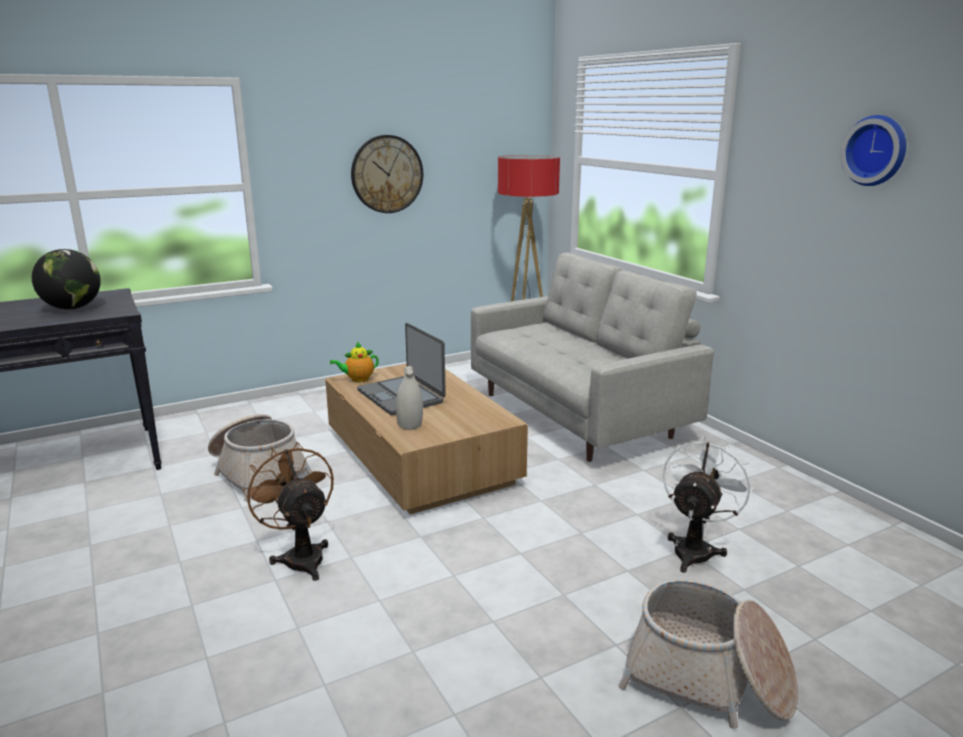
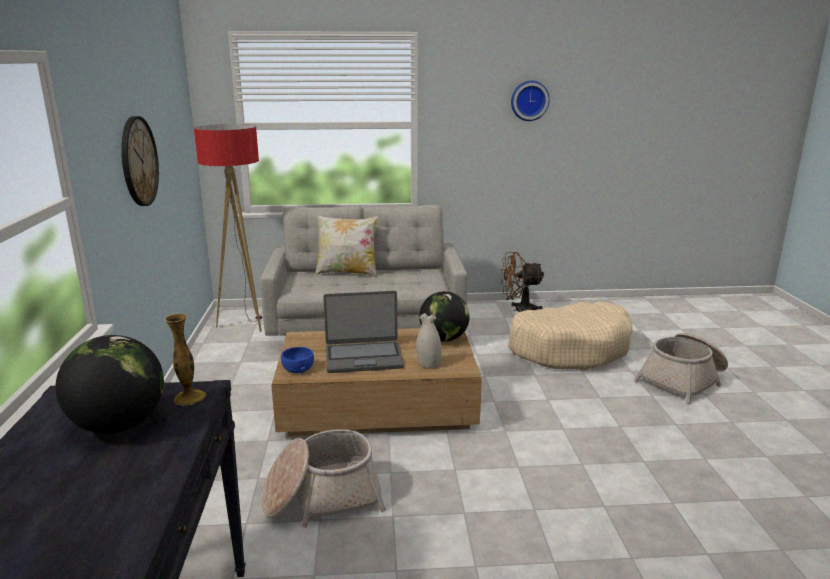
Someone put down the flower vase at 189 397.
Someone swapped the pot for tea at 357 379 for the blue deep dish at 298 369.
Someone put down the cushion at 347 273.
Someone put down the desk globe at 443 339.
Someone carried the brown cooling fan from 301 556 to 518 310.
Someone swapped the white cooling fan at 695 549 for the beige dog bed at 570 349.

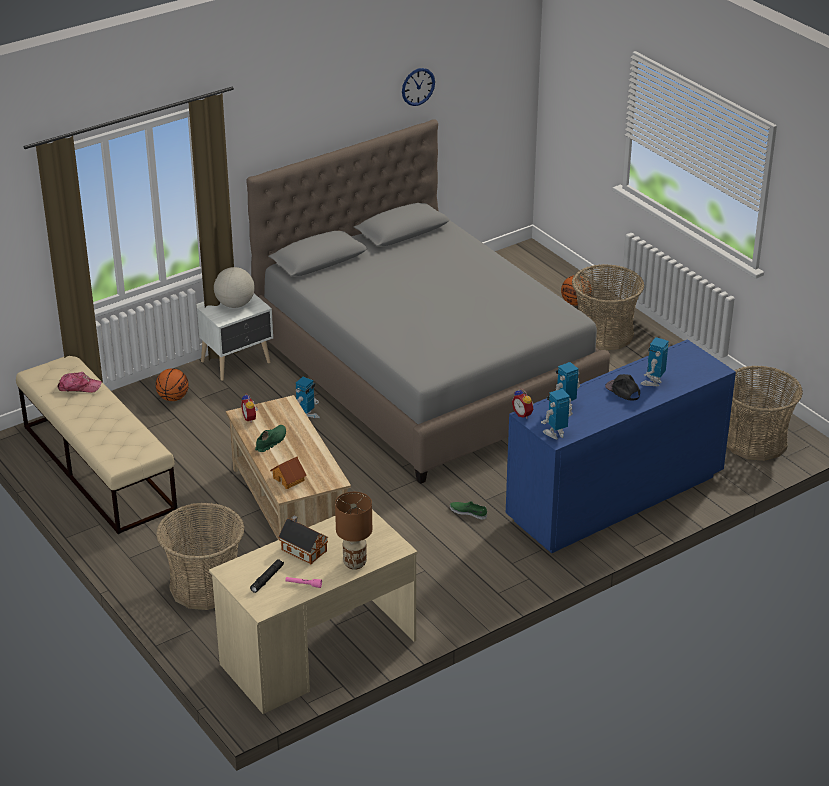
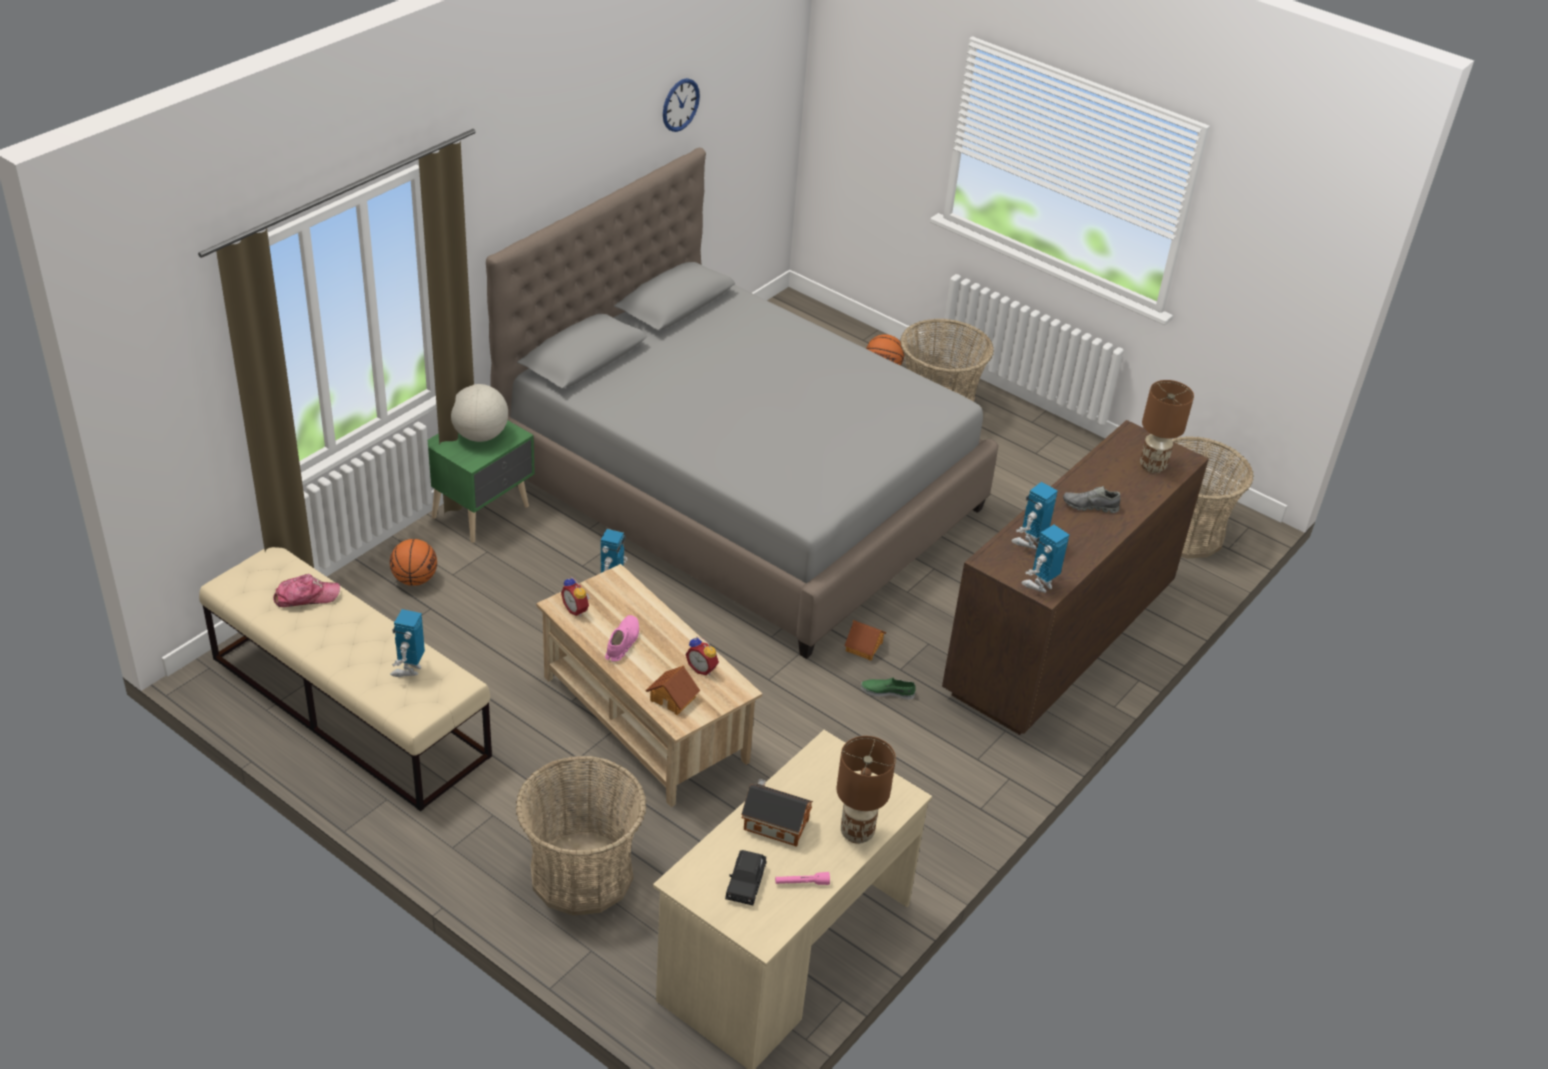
Someone carried the toy robot from 653 382 to 409 669.
Someone repainted the white nightstand at 237 362, which became the green nightstand at 483 512.
Someone repainted the green low shoe at 271 442, which became the pink low shoe at 622 643.
Someone carried the bedside clock from 523 414 to 703 668.
Someone swapped the black-coloured torch at 267 578 for the black-coloured toy car at 745 883.
Someone put down the toy house at 864 647.
Someone repainted the blue dresser at 613 499, which became the brown dresser at 1058 641.
Someone swapped the black-coloured peaked cap at 623 391 for the gray low shoe at 1089 506.
Someone put down the brown tabletop lamp at 1152 466.

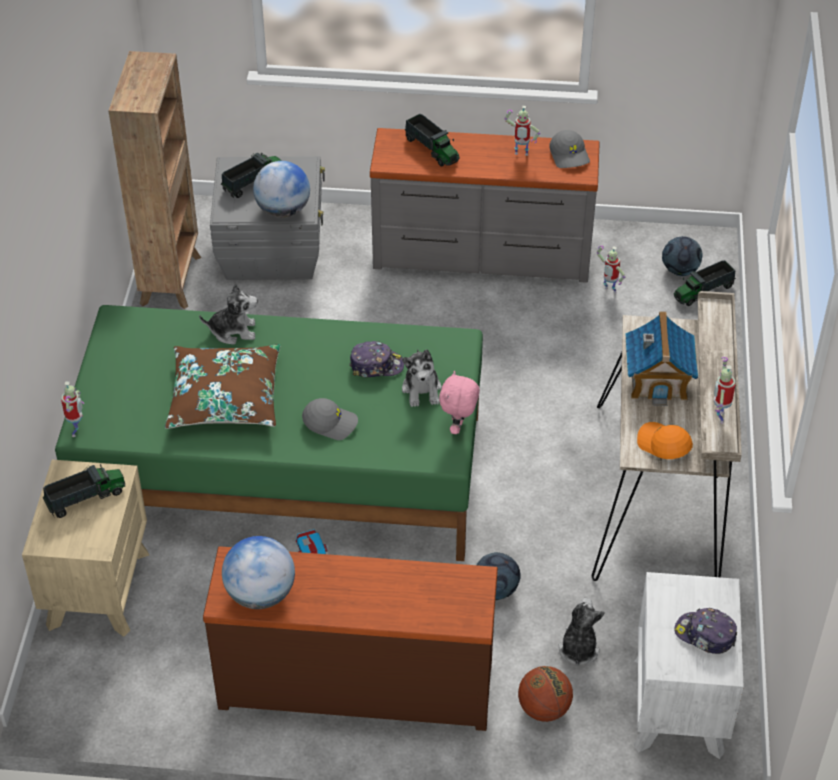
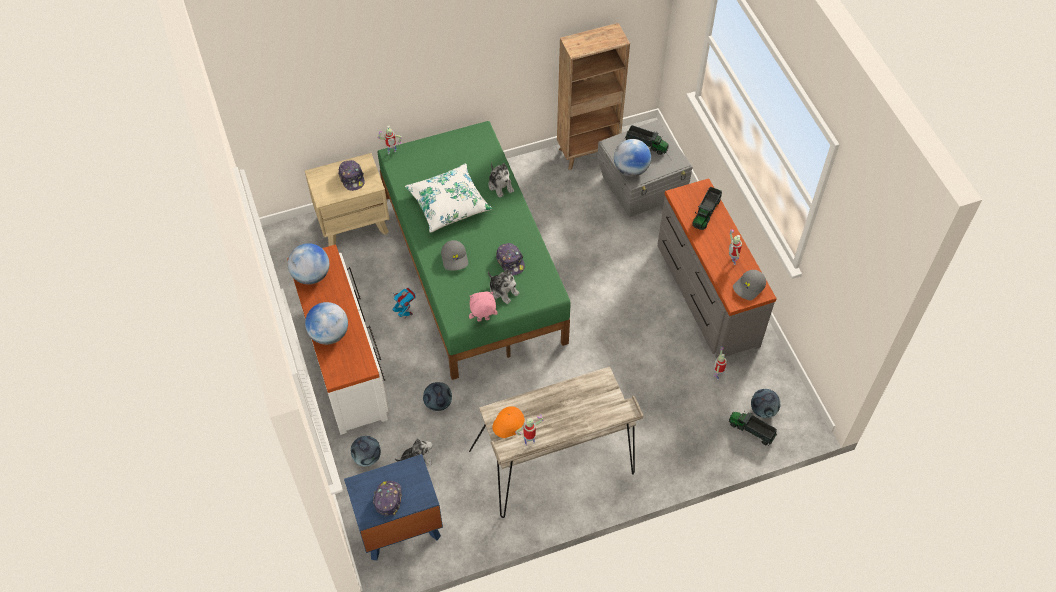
Someone repainted the brown dresser at 356 682, which became the white dresser at 345 361.
Someone put down the desk globe at 329 334.
Someone swapped the toy truck at 85 498 for the peaked cap at 352 178.
Someone repainted the white nightstand at 679 706, which became the blue nightstand at 398 526.
Someone swapped the ball for basketball at 544 708 for the football ball at 367 457.
Someone repainted the brown cushion at 225 397, which became the white cushion at 448 203.
Someone rotated the cuddly toy at 422 390 by 105 degrees counterclockwise.
Someone took away the toy house at 658 379.

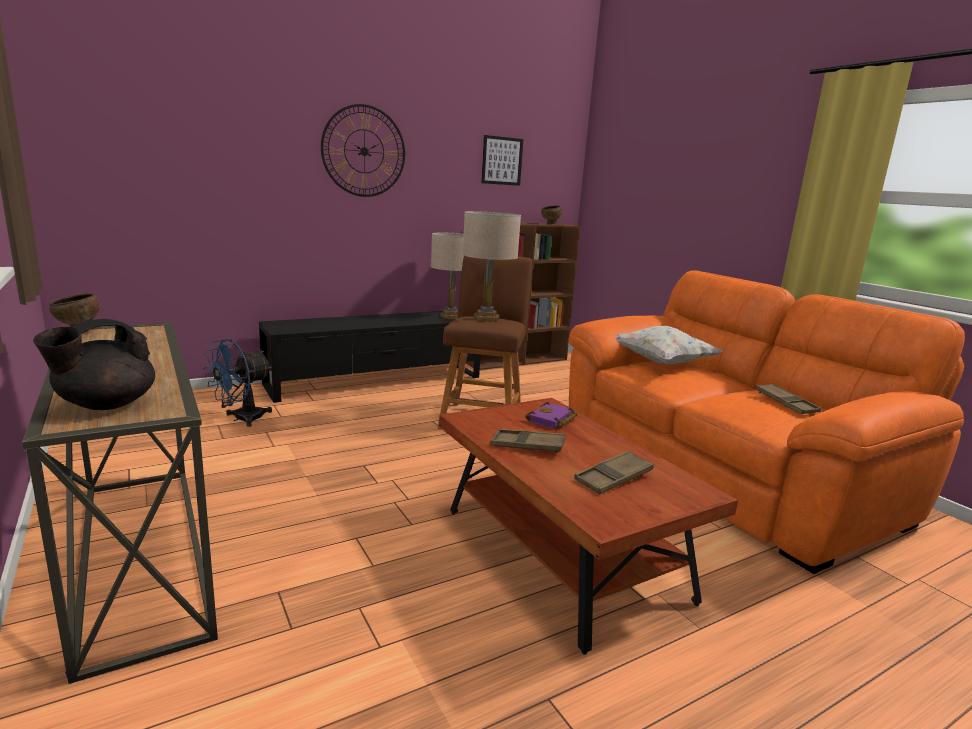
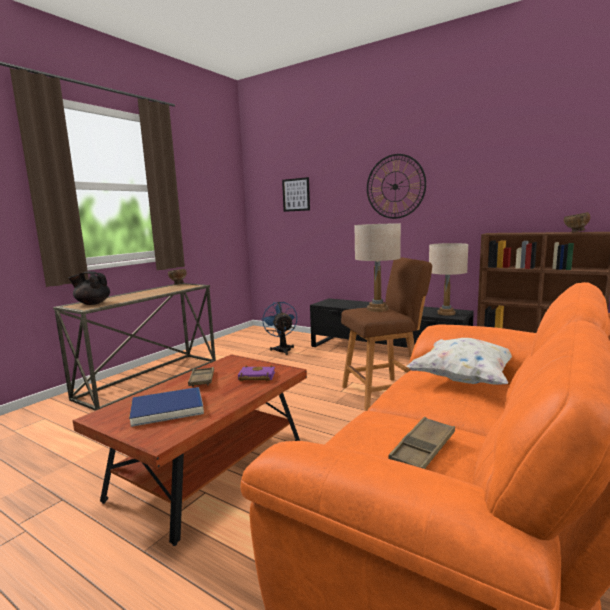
Someone swapped the brown carrying tray at 613 478 for the blue book at 167 409.
Someone rotated the blue cooling fan at 241 419 by 60 degrees clockwise.
Someone carried the wall art from 502 161 to 296 194.

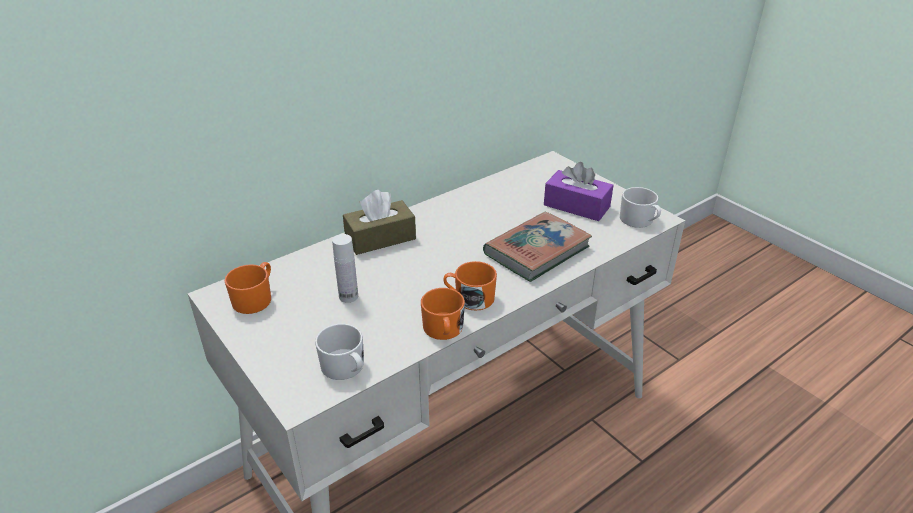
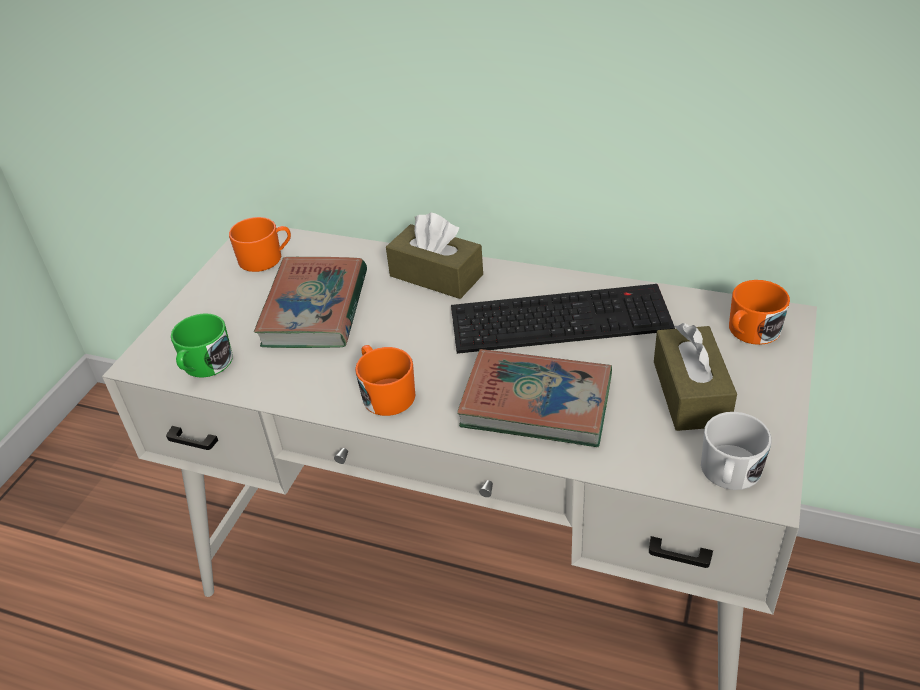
Someone repainted the white tea mug at 345 368, which became the green tea mug at 204 366.
Someone swapped the white beverage bottle at 348 296 for the book at 315 309.
Someone put down the PC keyboard at 562 317.
Someone repainted the purple box of tissues at 576 206, which became the brown box of tissues at 690 393.
Someone carried the orangey tea mug from 443 330 to 750 332.

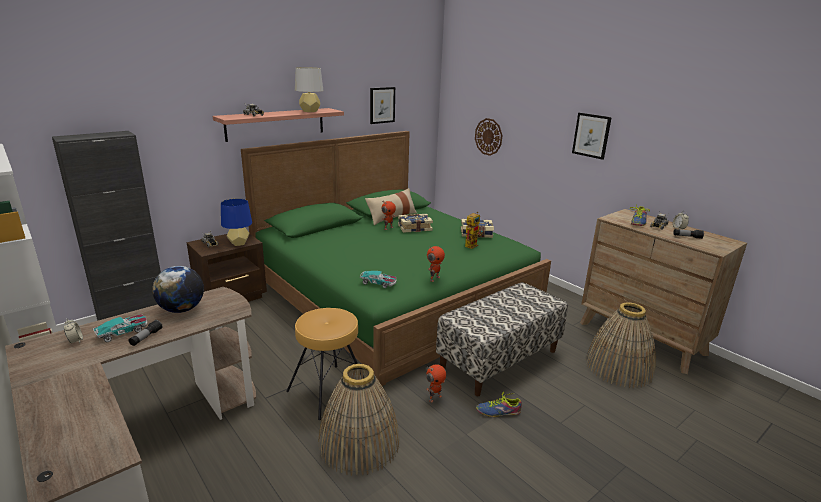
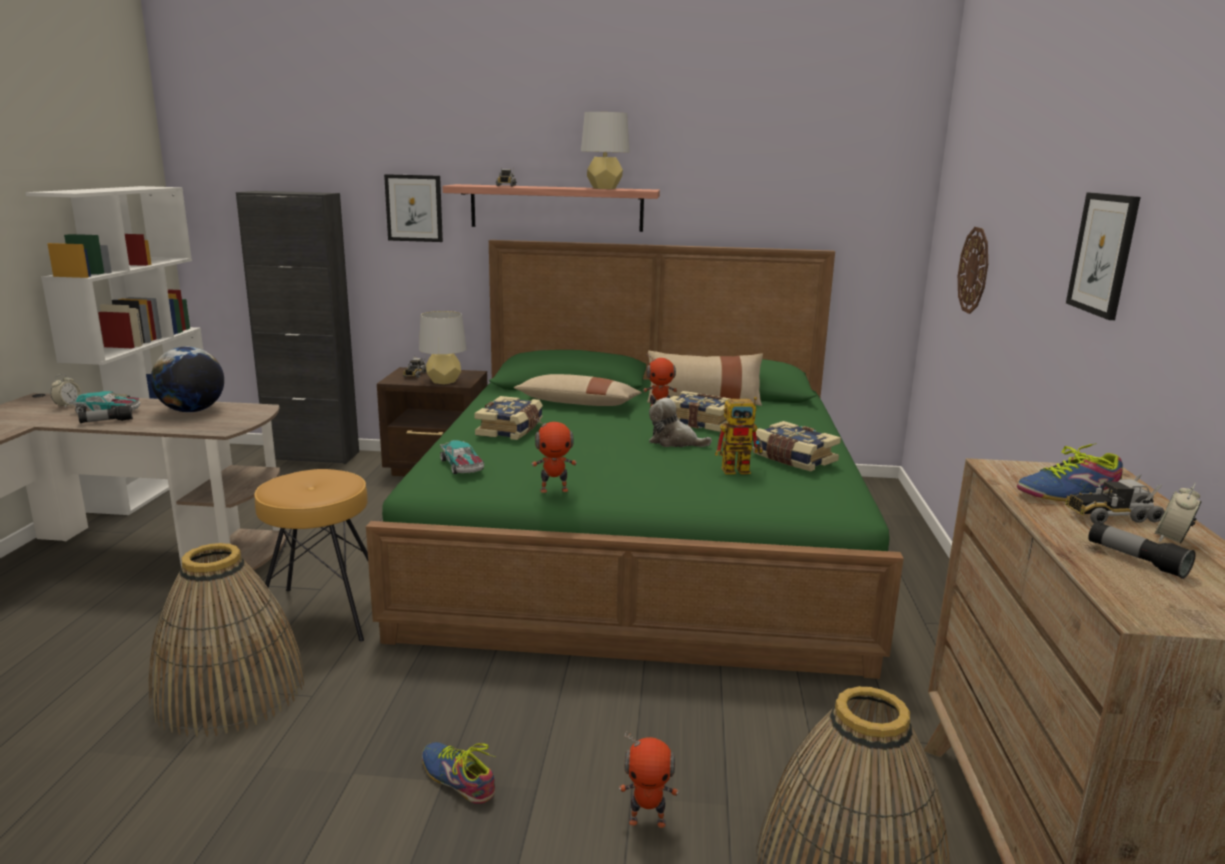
Someone carried the wall art from 382 105 to 414 208.
Someone repainted the blue tabletop lamp at 239 243, which became the gray tabletop lamp at 443 381.
Someone put down the book at 511 430.
Someone put down the beige cushion at 578 404.
Someone carried the toy robot from 434 398 to 647 820.
Someone put down the cuddly toy at 674 442.
Someone took away the bench at 499 360.

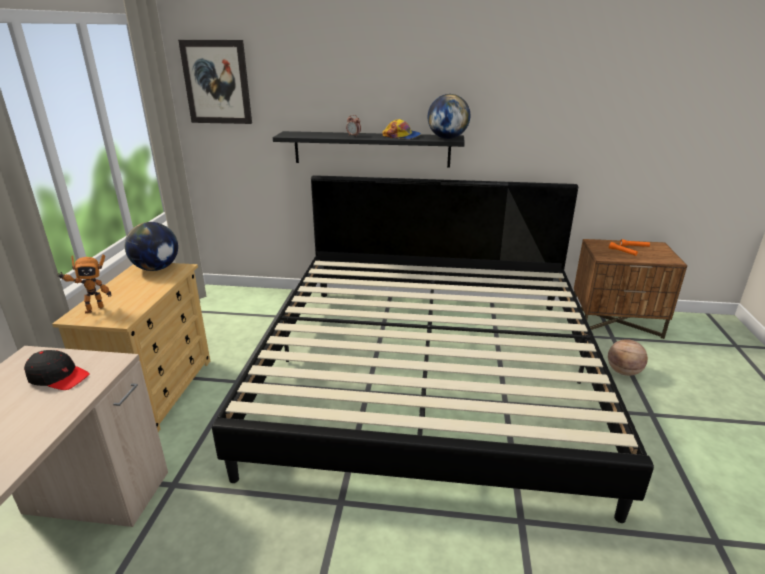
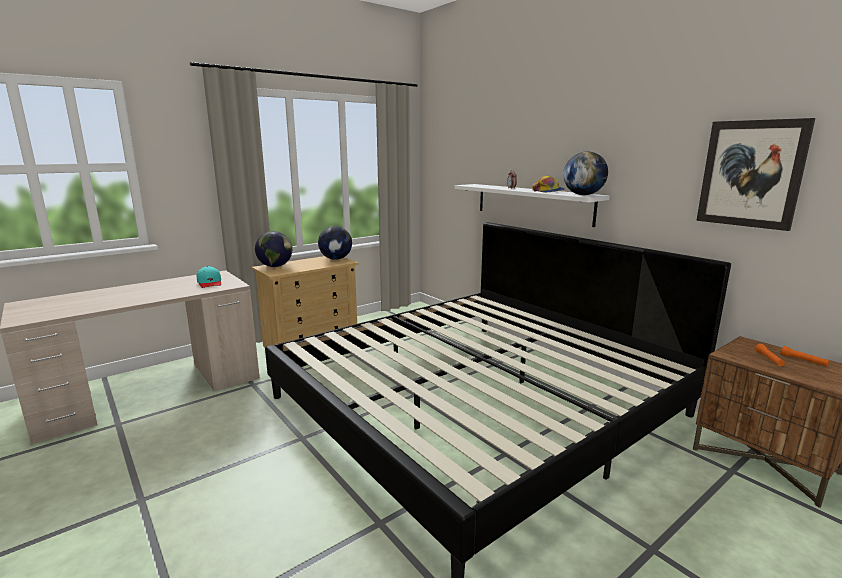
Someone repainted the black-coloured peaked cap at 58 377, which became the turquoise-coloured peaked cap at 210 283.
Someone swapped the toy robot at 93 309 for the desk globe at 275 266.
Someone repainted the black-coloured wall shelf at 371 149, which became the white wall shelf at 532 203.
Someone carried the wall art from 217 82 to 751 174.
Someone took away the ball for basketball at 623 372.

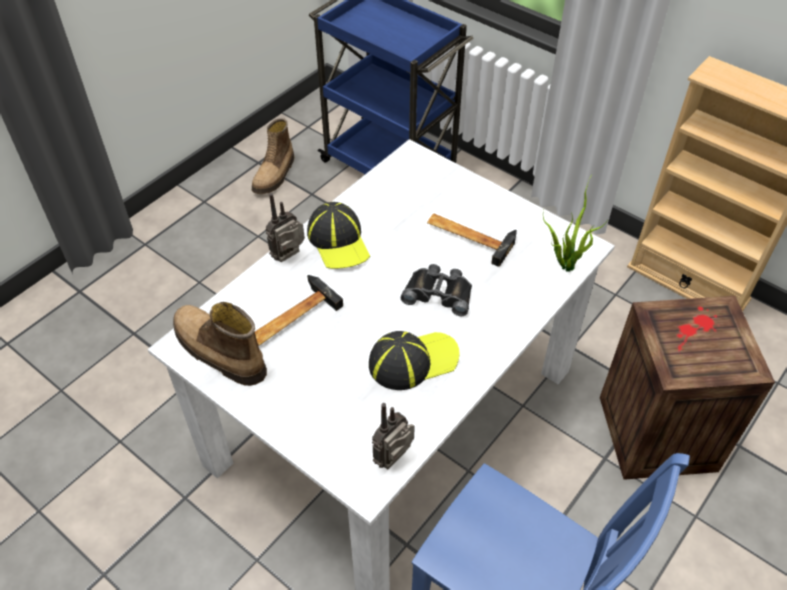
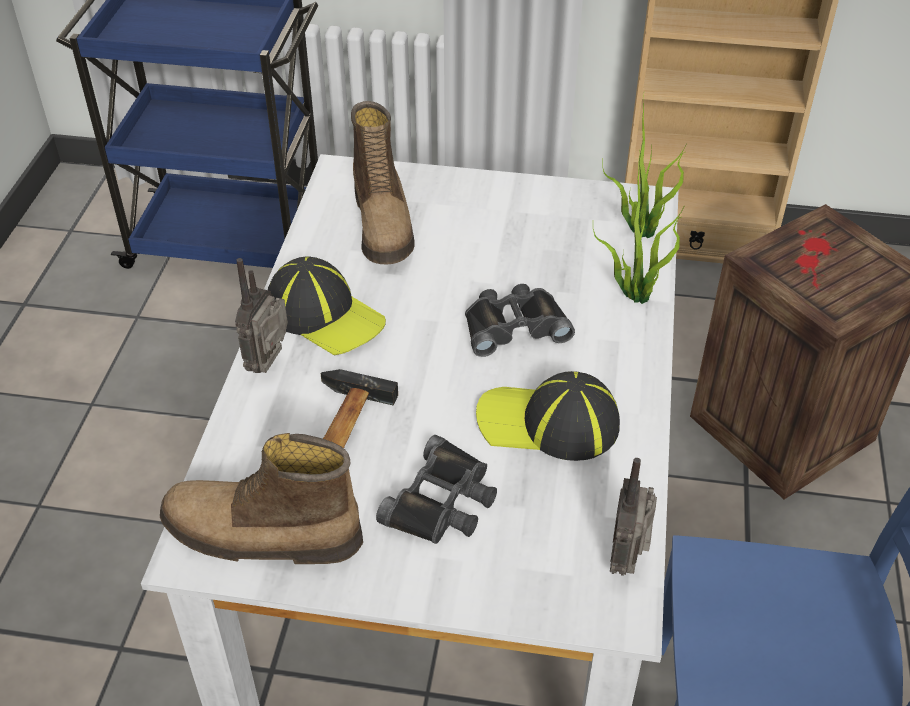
Someone carried the tall boot from 275 175 to 384 224.
Someone put down the black-coloured binoculars at 442 501.
Someone rotated the peaked cap at 413 360 by 120 degrees counterclockwise.
Someone put down the houseplant at 634 294.
Someone took away the tool hammer at 469 236.

